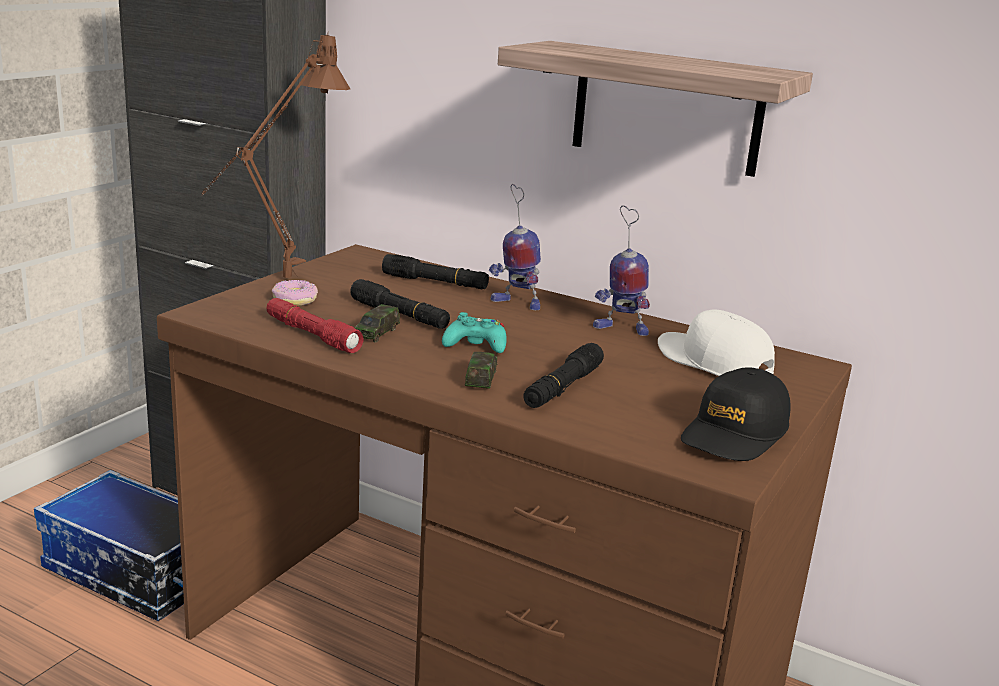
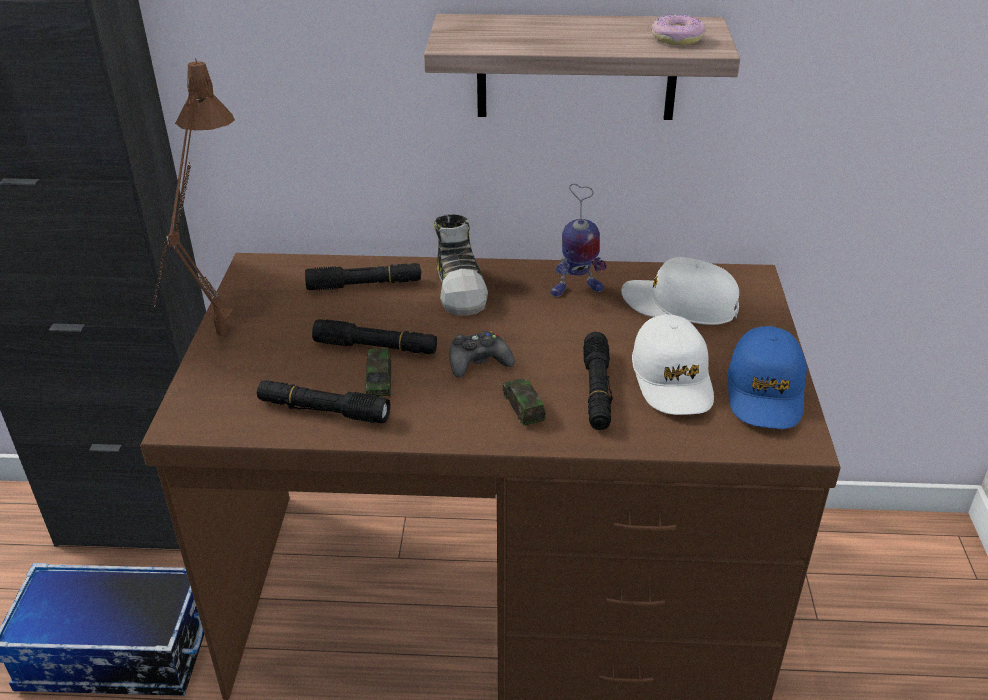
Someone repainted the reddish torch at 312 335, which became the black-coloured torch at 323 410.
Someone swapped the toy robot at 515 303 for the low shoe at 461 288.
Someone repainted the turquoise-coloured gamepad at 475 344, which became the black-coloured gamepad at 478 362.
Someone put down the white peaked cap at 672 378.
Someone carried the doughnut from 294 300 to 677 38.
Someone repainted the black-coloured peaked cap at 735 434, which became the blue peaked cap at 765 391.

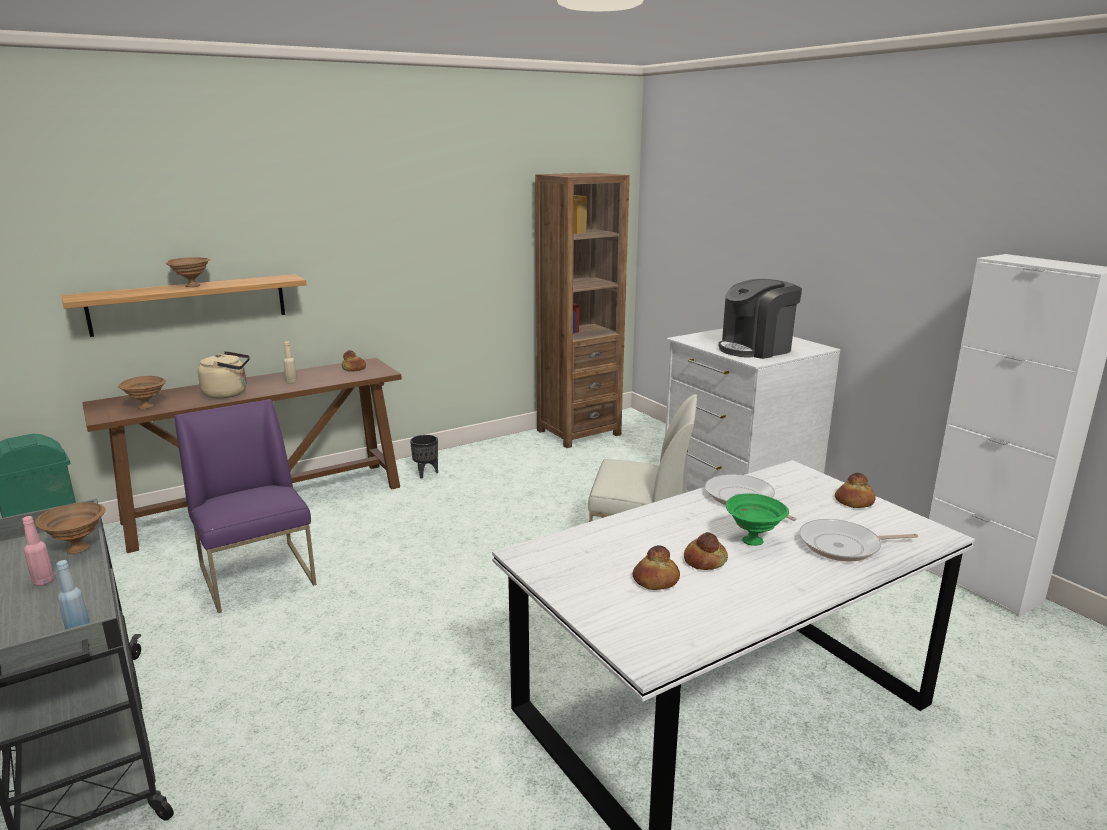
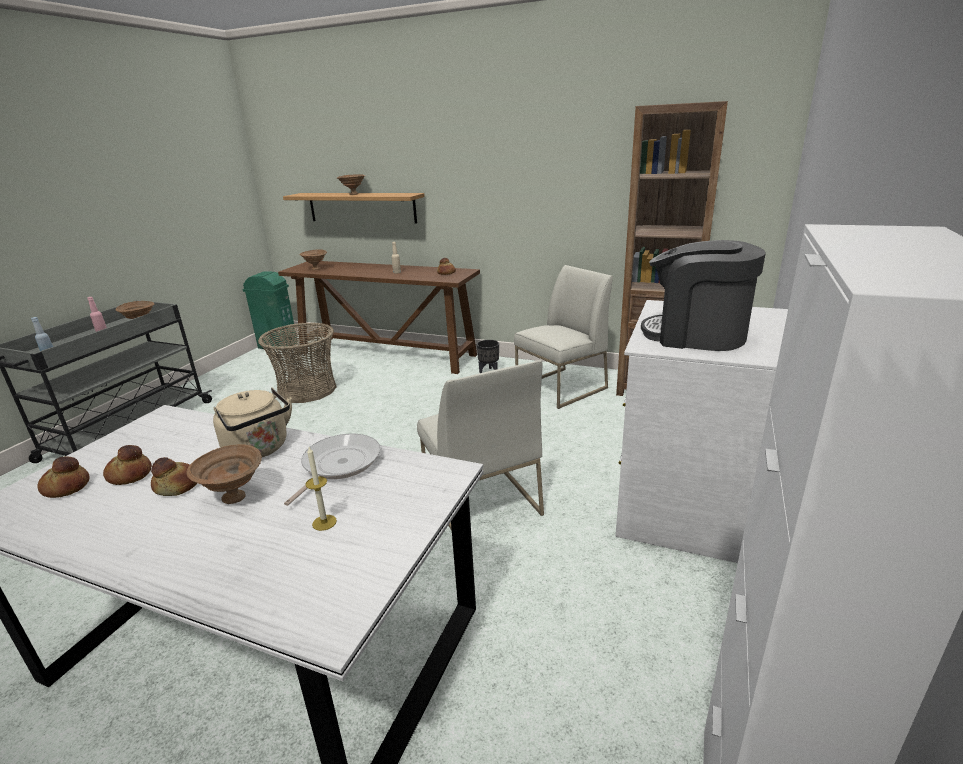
Someone carried the bakery bread from 854 502 to 66 487.
Someone repainted the green deep dish at 753 540, which became the brown deep dish at 235 498.
Someone carried the beige tea kettle from 228 393 to 259 449.
Someone swapped the purple chair at 258 575 for the storage basket at 307 390.
Someone put down the wax candle at 324 522.
Someone put down the white chair at 561 388.
Someone took away the skillet at 844 546.

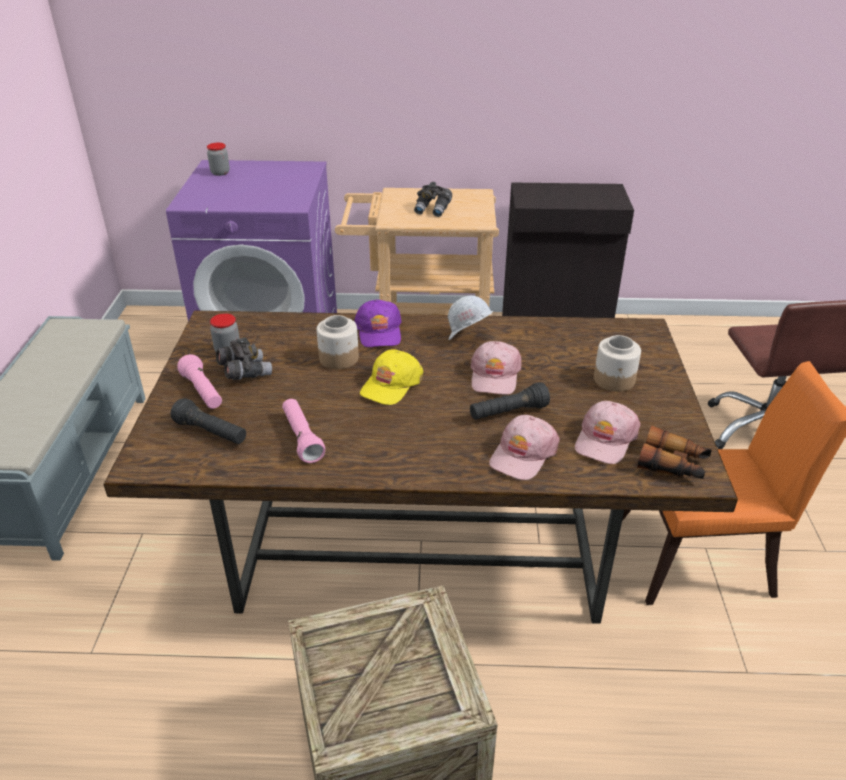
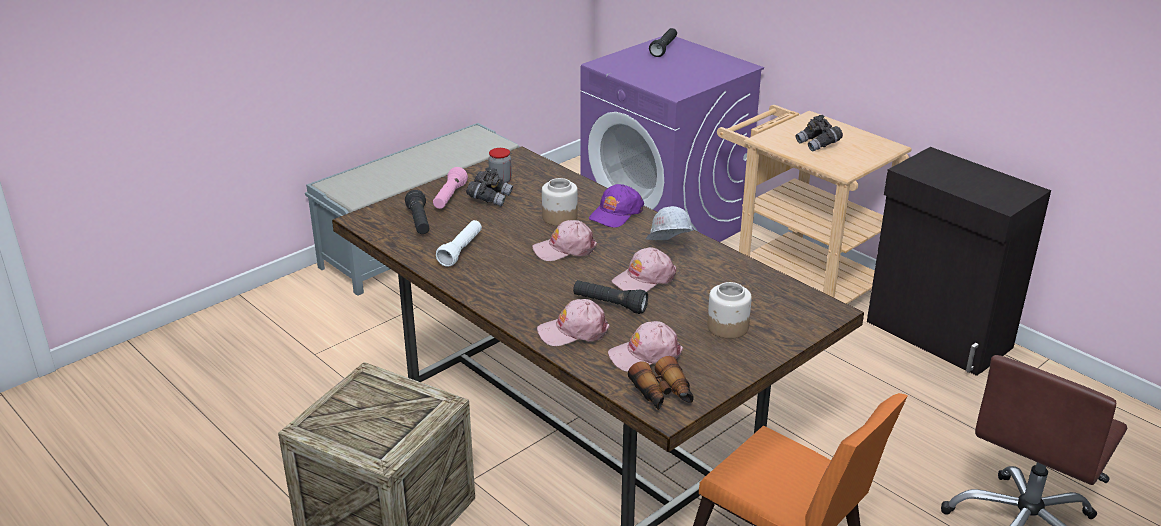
Someone repainted the pink torch at 302 438, which became the white torch at 461 250.
Someone repainted the yellow peaked cap at 391 384, which became the pink peaked cap at 565 249.
Someone swapped the jar at 220 173 for the black-coloured torch at 664 49.

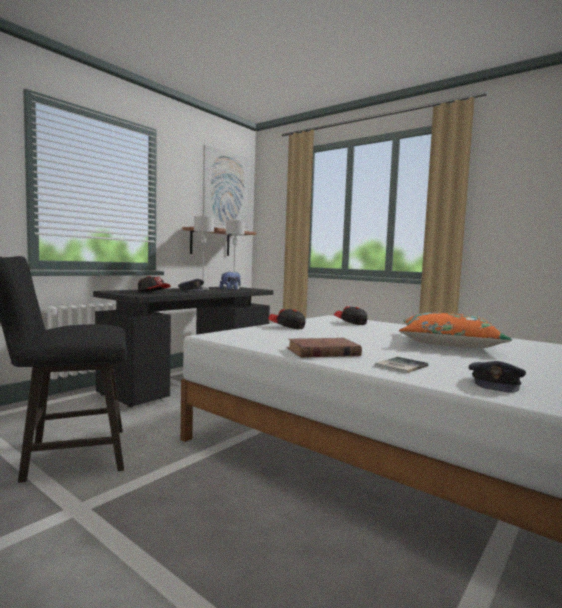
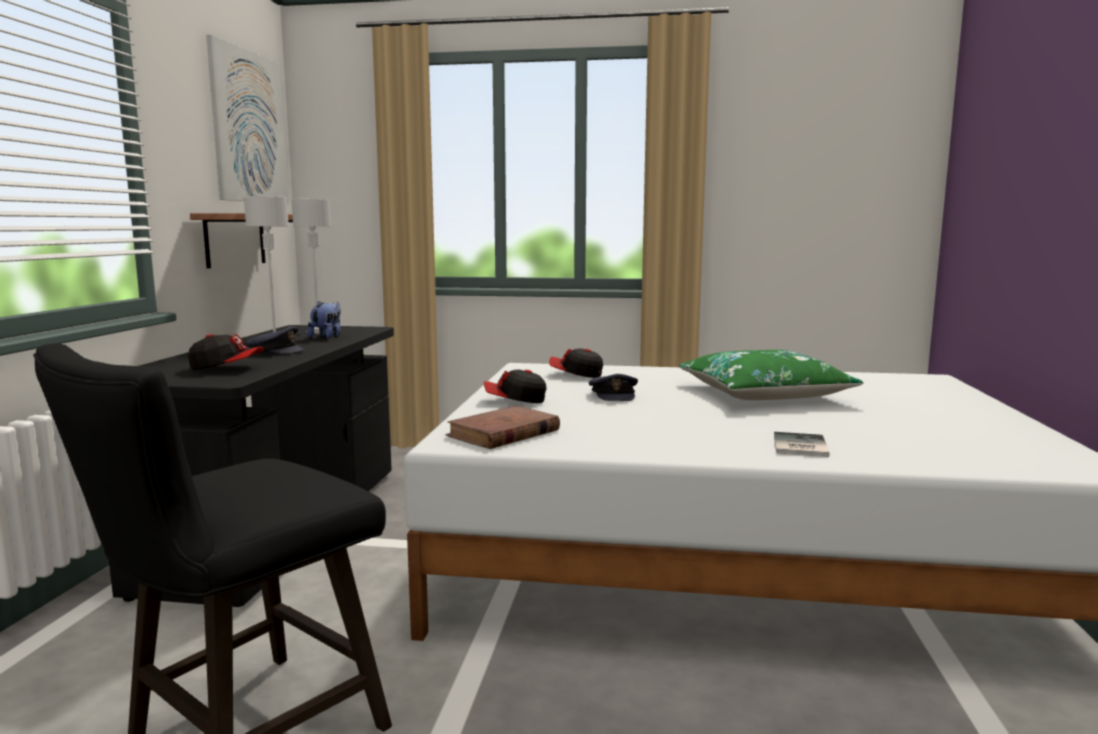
Someone carried the brown book from 322 352 to 503 433.
Someone carried the gray peaked cap from 495 384 to 614 395.
Someone repainted the orangey cushion at 449 343, which became the green cushion at 763 394.

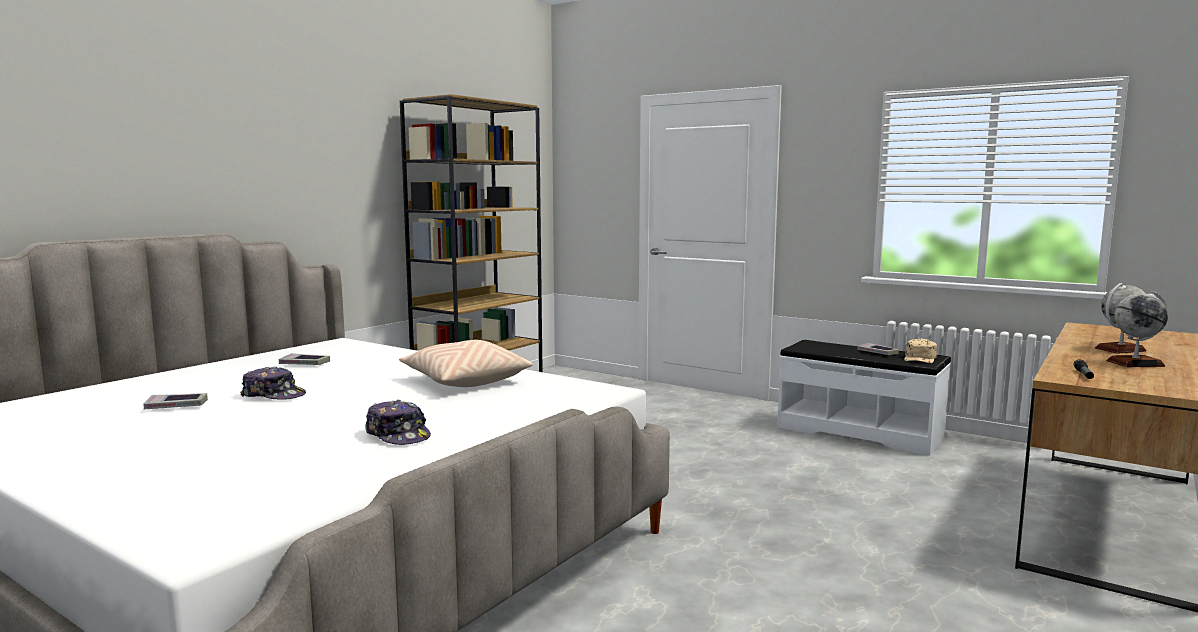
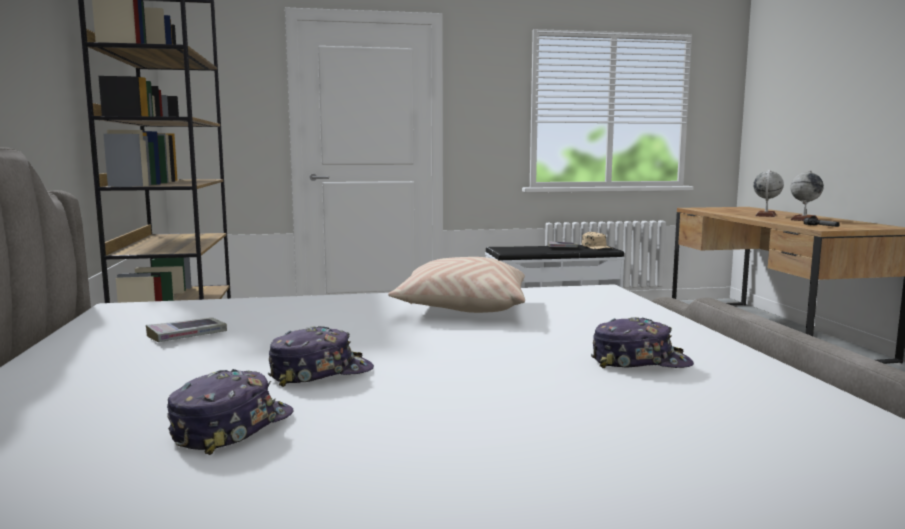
Someone swapped the book at 176 406 for the peaked cap at 231 427.

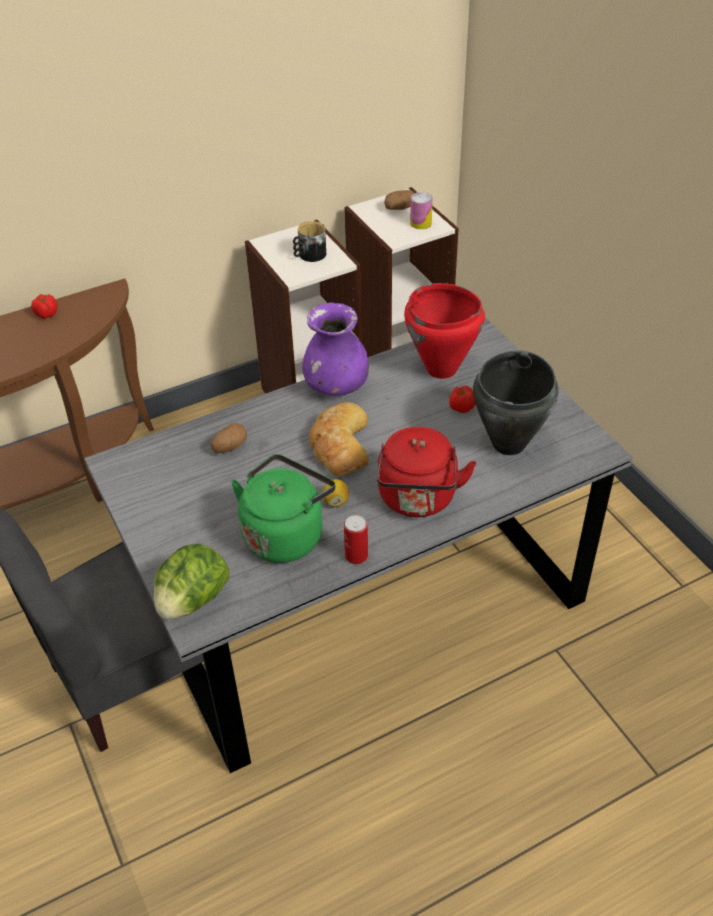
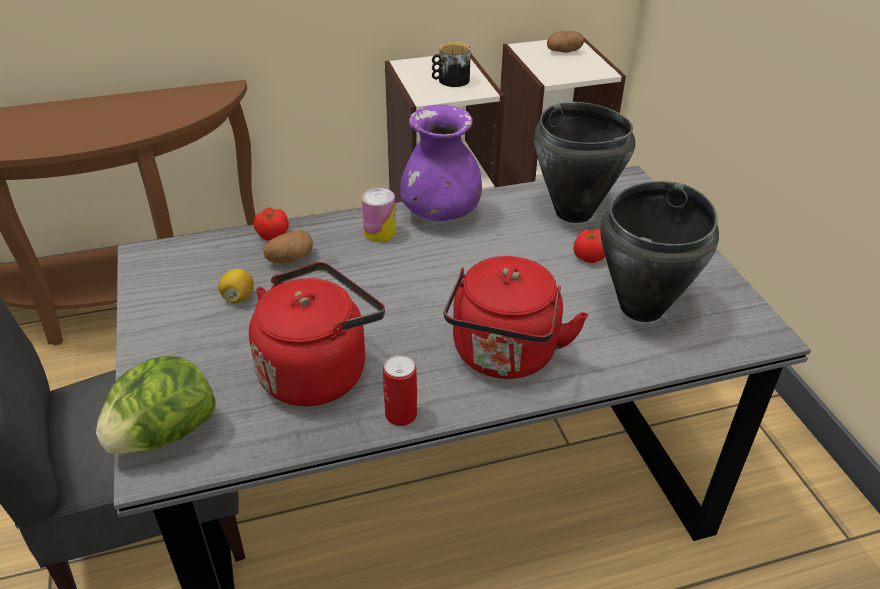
Someone carried the lemon from 335 501 to 238 297.
Someone repainted the green tea kettle at 285 534, which became the reddish tea kettle at 318 370.
Someone carried the tomato from 46 314 to 272 235.
Someone carried the sealed can from 420 223 to 380 232.
Someone repainted the reddish stockpot at 441 369, which became the black-coloured stockpot at 573 213.
Someone took away the bakery bread at 339 444.

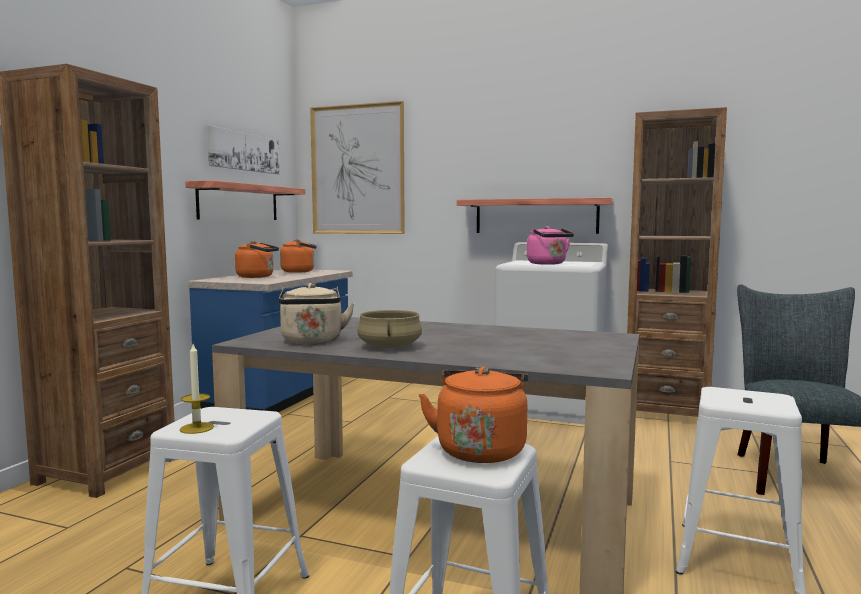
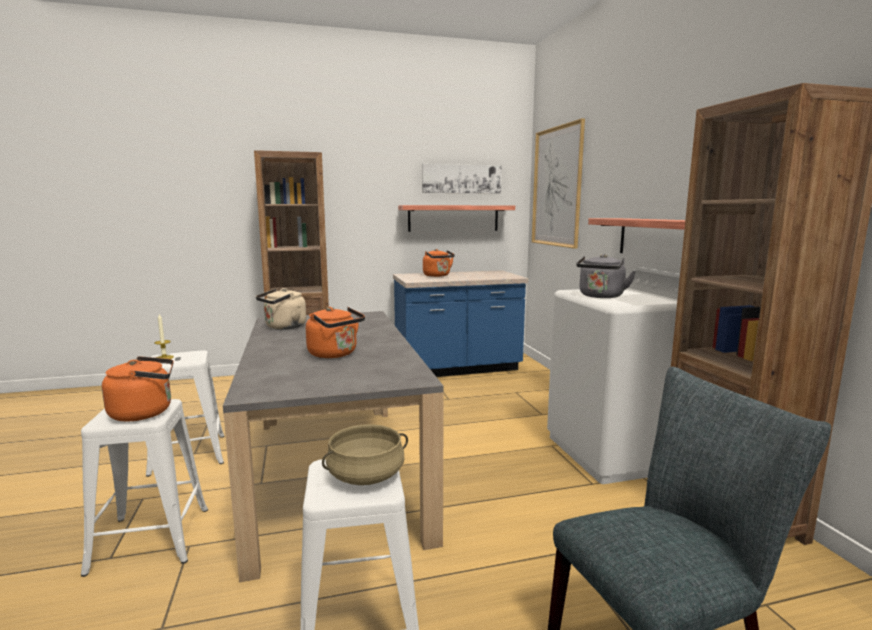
Someone carried the orangey tea kettle from 300 271 to 335 354.
Someone carried the beige stockpot from 390 347 to 366 476.
Someone repainted the pink tea kettle at 548 264, which became the gray tea kettle at 601 296.

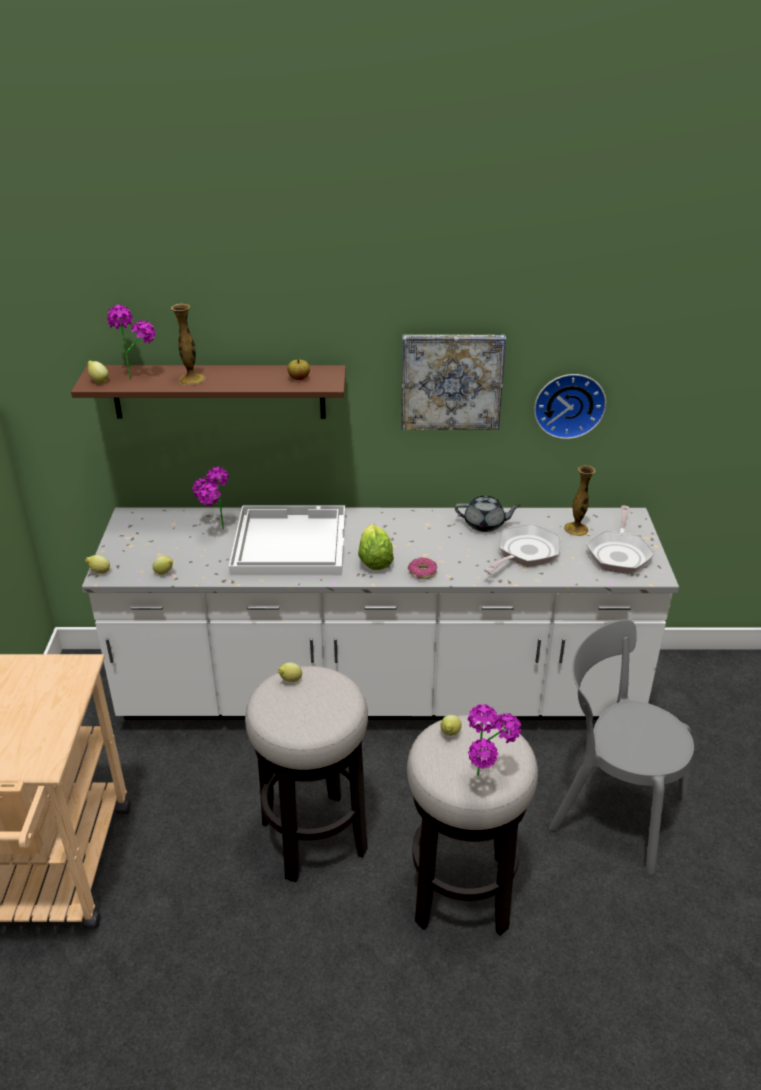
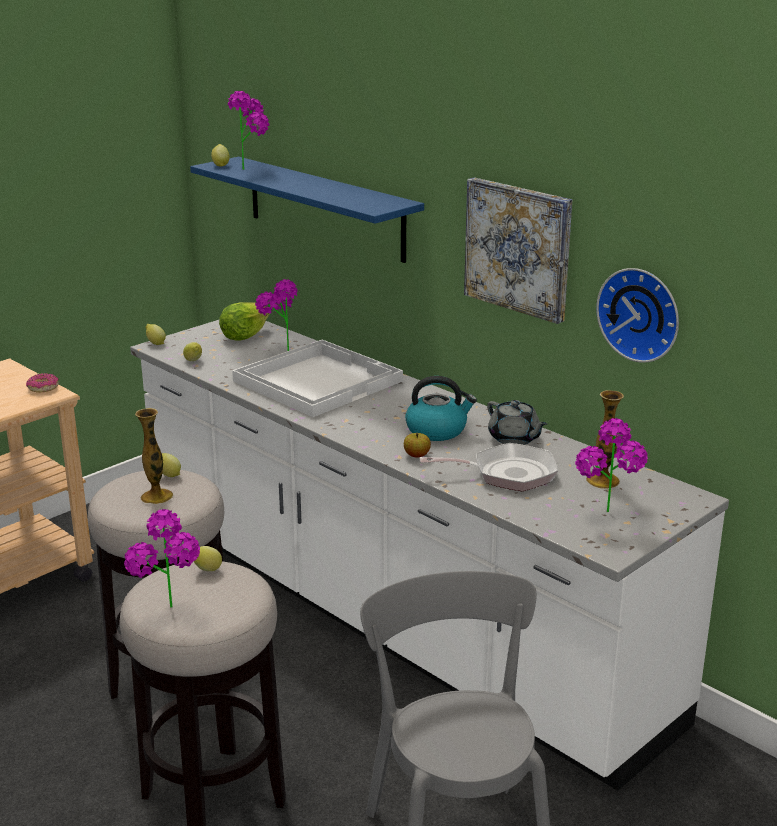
Someone carried the doughnut from 422 573 to 43 388.
Someone carried the flower vase from 192 379 to 157 496.
Someone repainted the brown wall shelf at 219 391, which became the blue wall shelf at 325 208.
Someone carried the lettuce from 374 560 to 244 336.
Someone carried the apple fruit from 299 378 to 417 455.
Someone put down the tea kettle at 437 430.
Someone swapped the skillet at 619 553 for the houseplant at 608 518.

